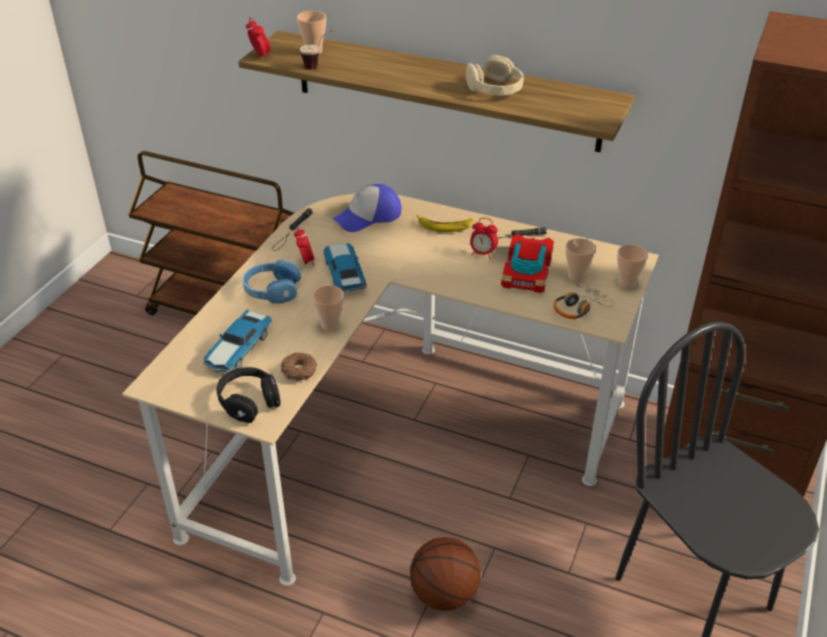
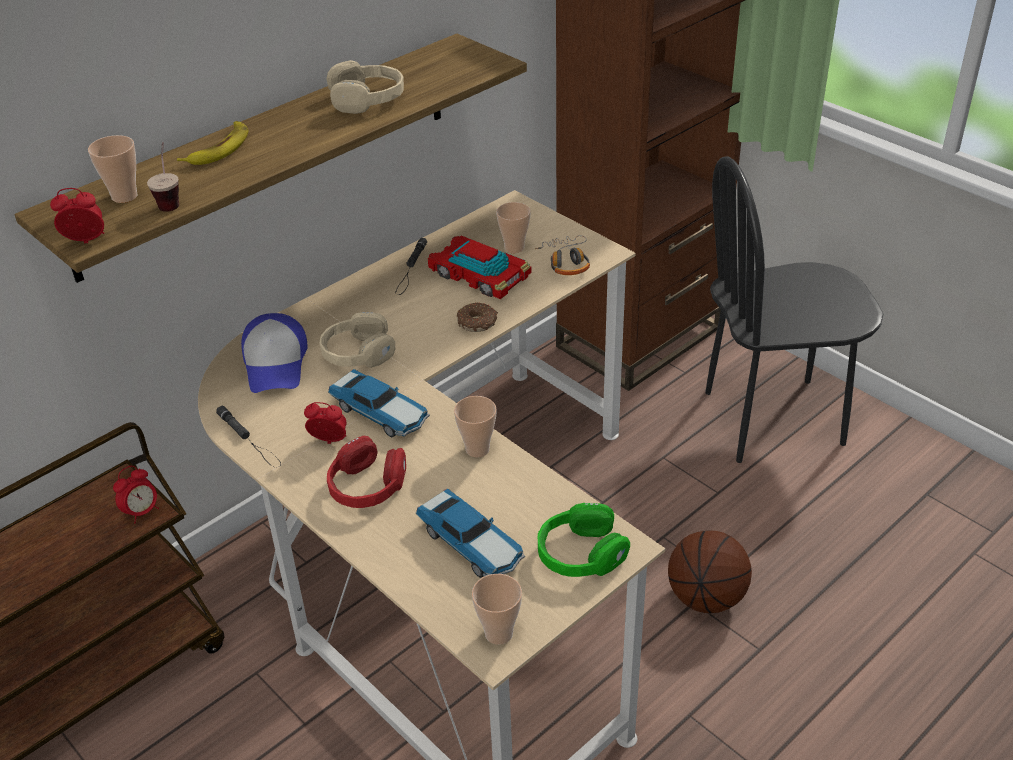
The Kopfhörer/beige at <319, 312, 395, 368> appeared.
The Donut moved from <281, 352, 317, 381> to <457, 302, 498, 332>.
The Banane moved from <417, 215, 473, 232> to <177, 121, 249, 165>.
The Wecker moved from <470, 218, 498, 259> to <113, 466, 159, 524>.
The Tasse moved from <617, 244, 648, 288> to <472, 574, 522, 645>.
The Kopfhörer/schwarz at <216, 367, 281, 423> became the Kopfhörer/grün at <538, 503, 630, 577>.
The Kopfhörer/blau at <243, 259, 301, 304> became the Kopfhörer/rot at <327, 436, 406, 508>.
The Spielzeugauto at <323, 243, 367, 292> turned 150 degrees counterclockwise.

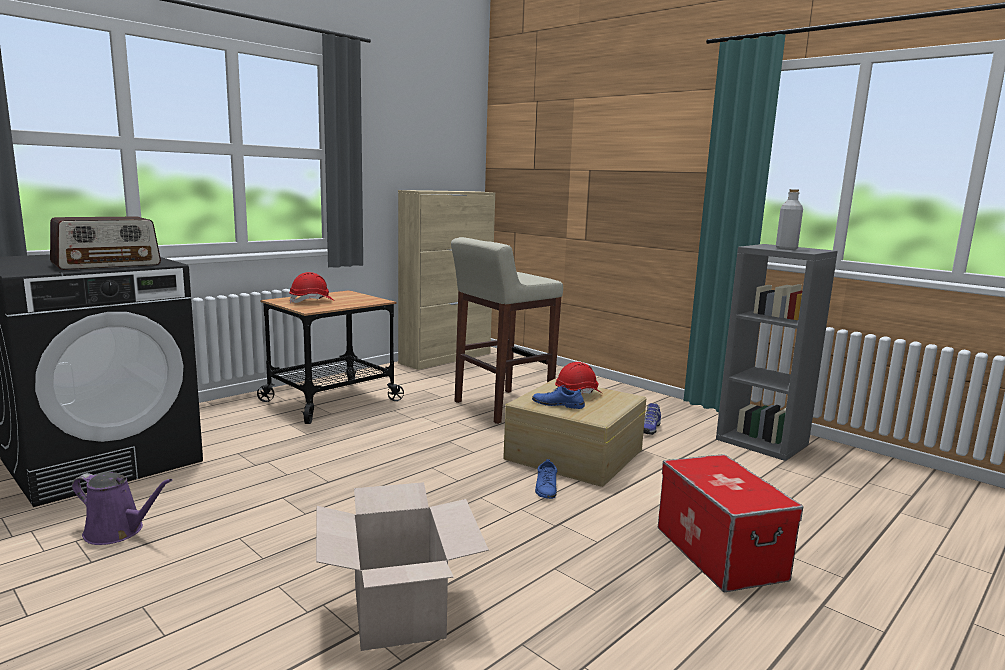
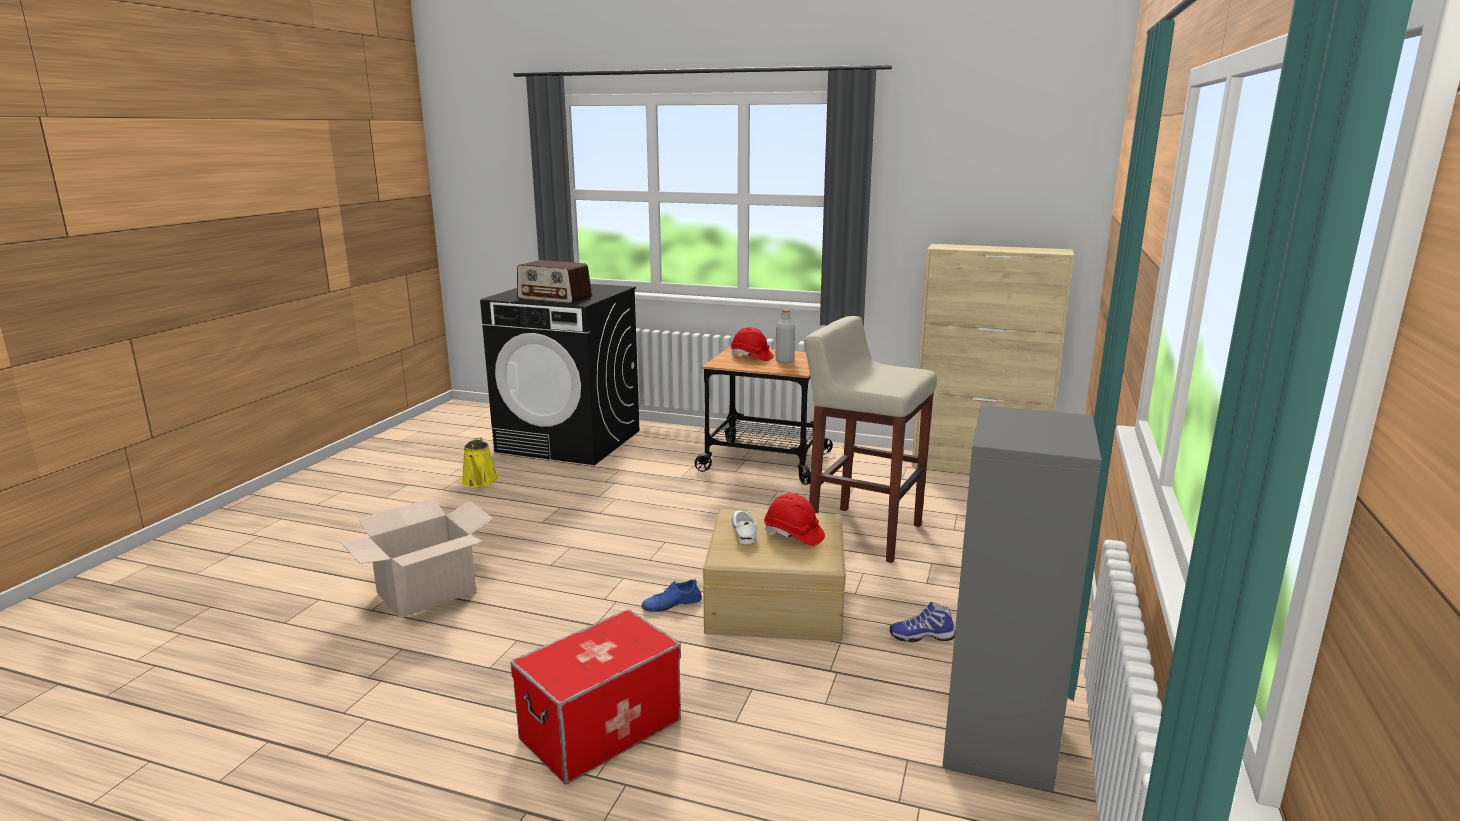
The Flasche/grau moved from <776, 189, 803, 250> to <775, 309, 795, 363>.
The Gießkanne/lila at <72, 472, 172, 545> became the Gießkanne/gelb at <461, 438, 499, 487>.
The Schuh/blau at <532, 385, 585, 409> became the Schuh/weiß at <732, 511, 757, 544>.

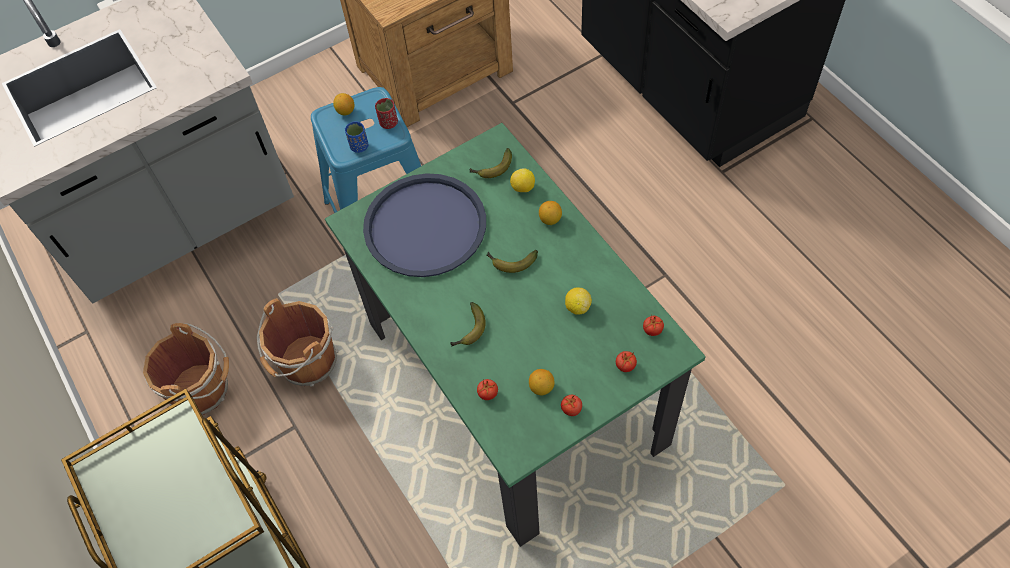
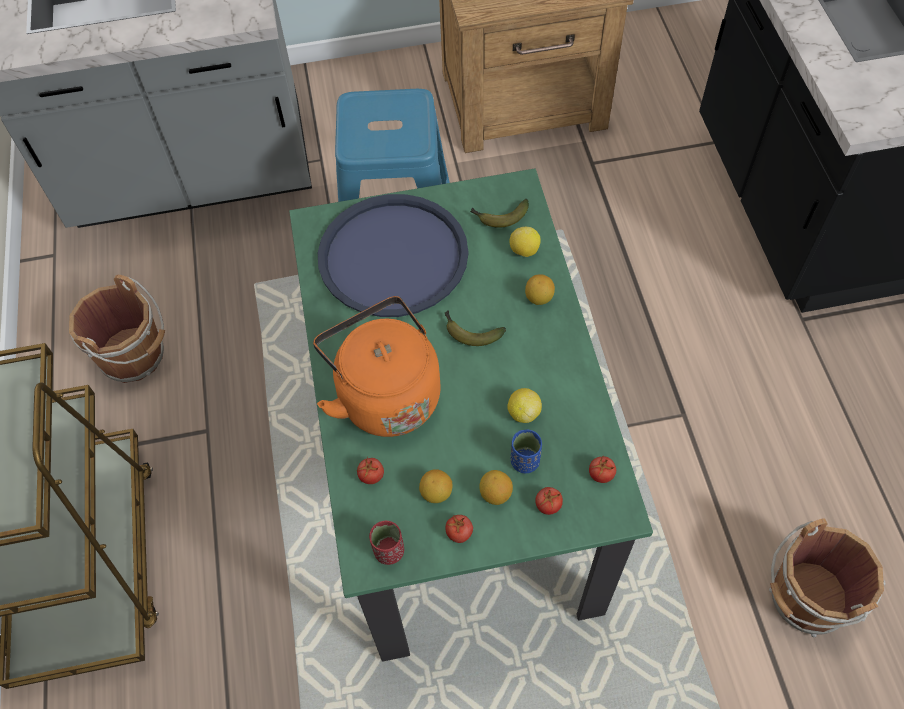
The Eimer/braun moved from <257, 298, 338, 387> to <769, 518, 886, 637>.
The Zitrone moved from <333, 93, 354, 115> to <479, 470, 513, 505>.
The Tasse/blau moved from <345, 121, 369, 153> to <511, 429, 542, 473>.
The Tasse/rot moved from <375, 98, 398, 129> to <369, 521, 404, 565>.
The Banane at <451, 302, 486, 347> was replaced by the Wasserkessel/orange at <313, 296, 441, 437>.

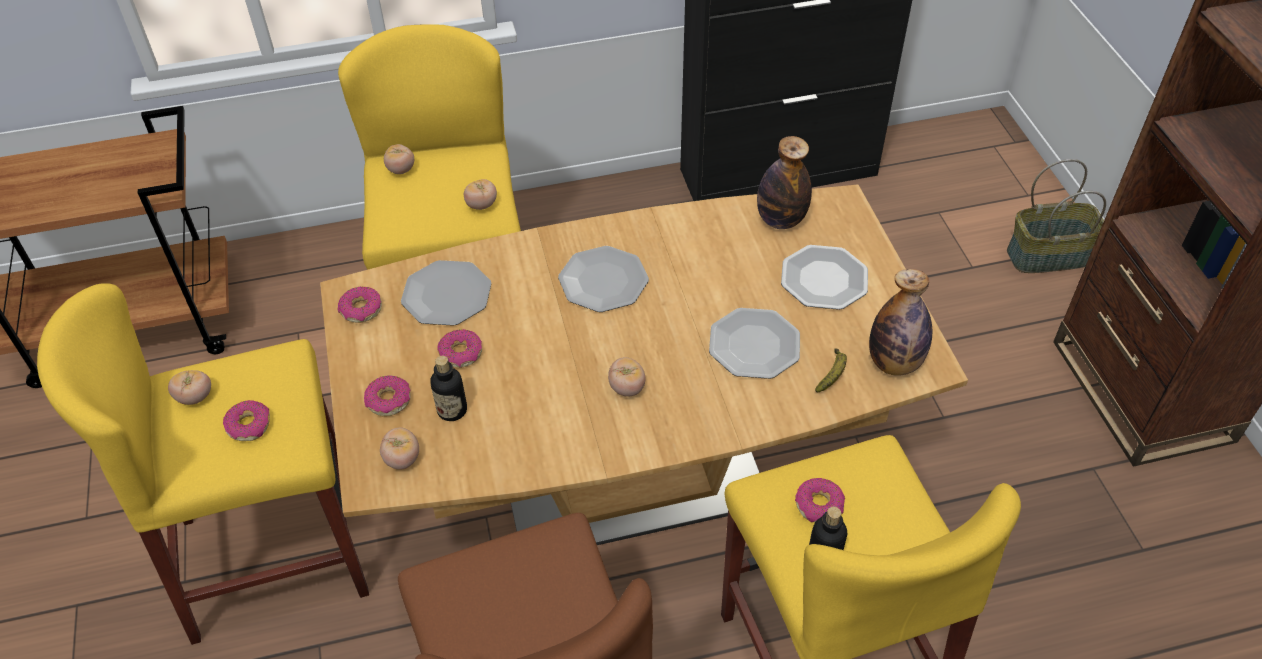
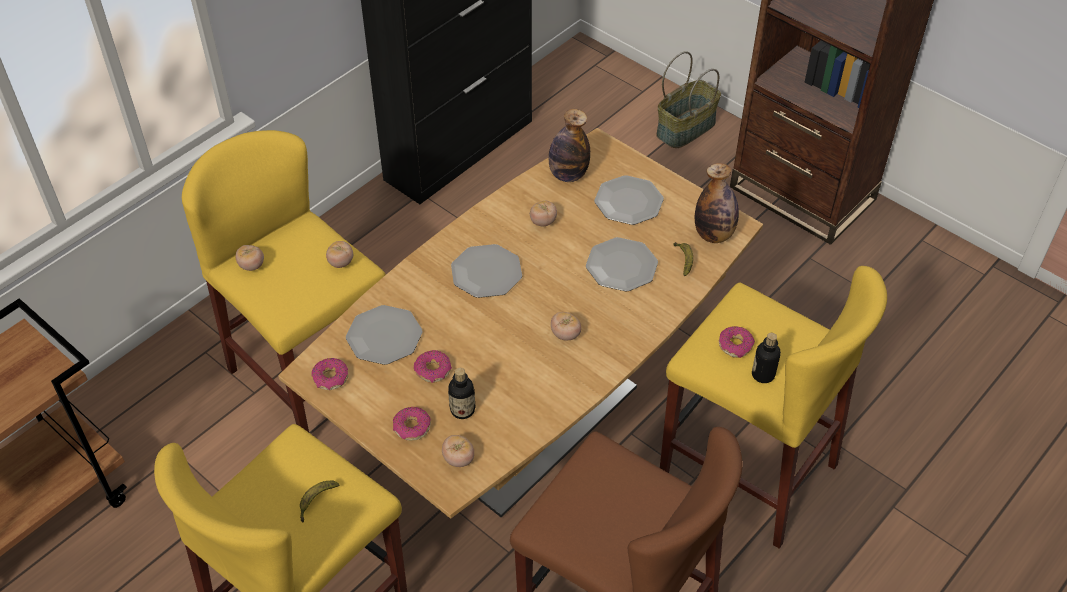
The Tomate moved from <168, 370, 211, 405> to <530, 201, 557, 226>.
The Donut at <223, 400, 270, 441> was replaced by the Banane at <300, 481, 339, 523>.

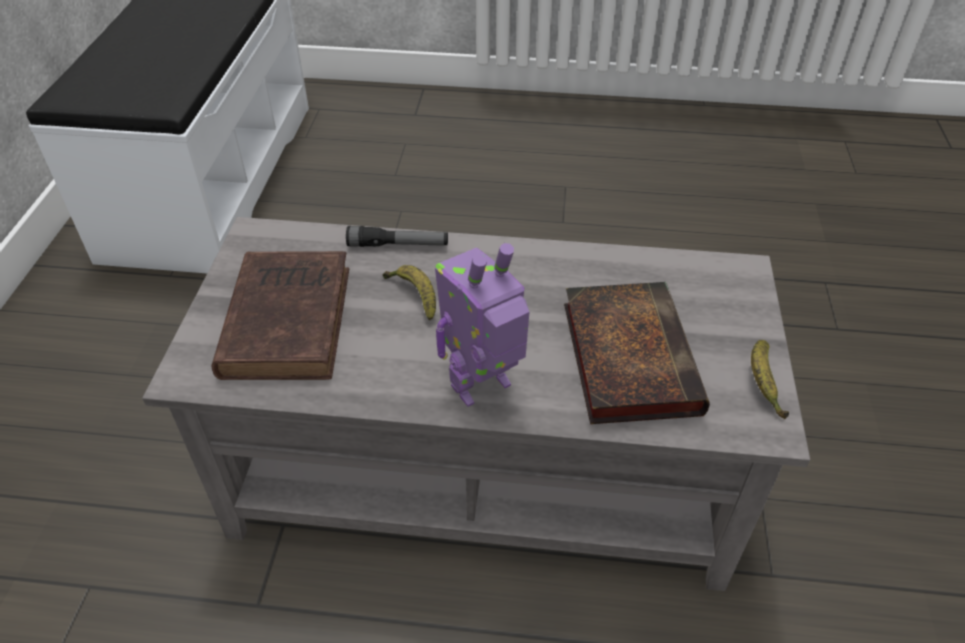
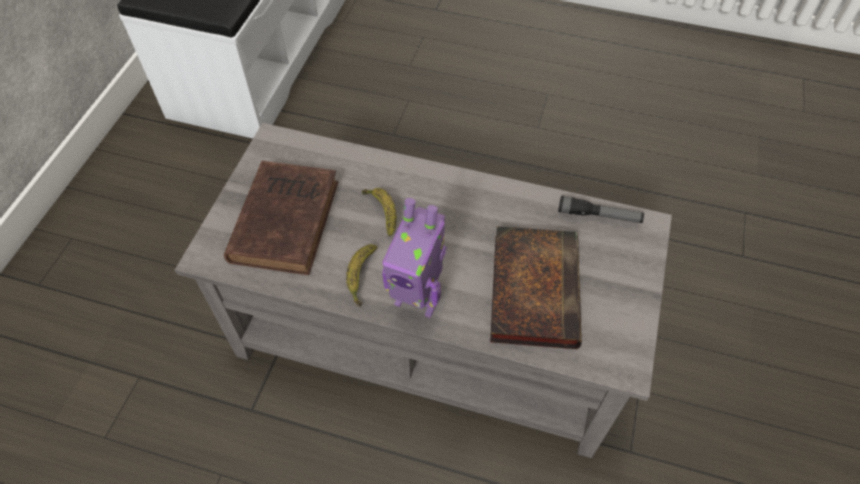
The Taschenlampe moved from <346, 226, 448, 247> to <558, 195, 644, 223>.
The Banane moved from <751, 340, 789, 419> to <346, 244, 377, 307>.
The Spielzeugroboter at <435, 243, 529, 406> turned 135 degrees counterclockwise.

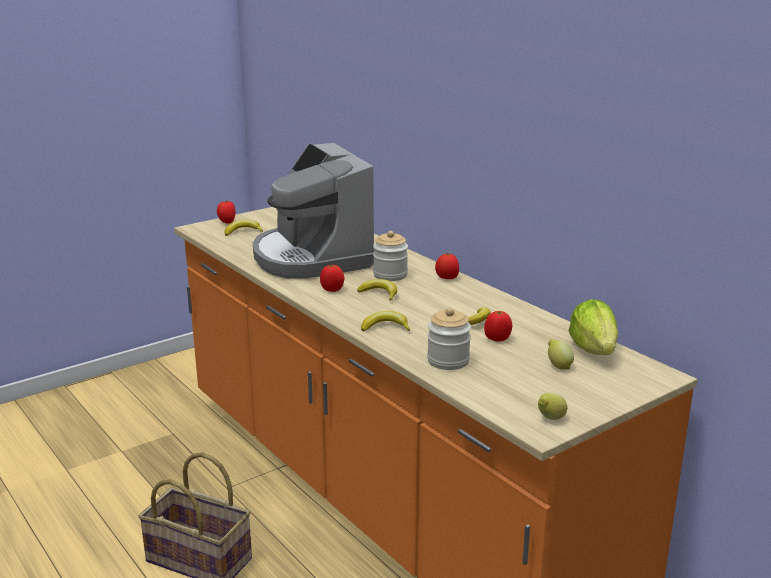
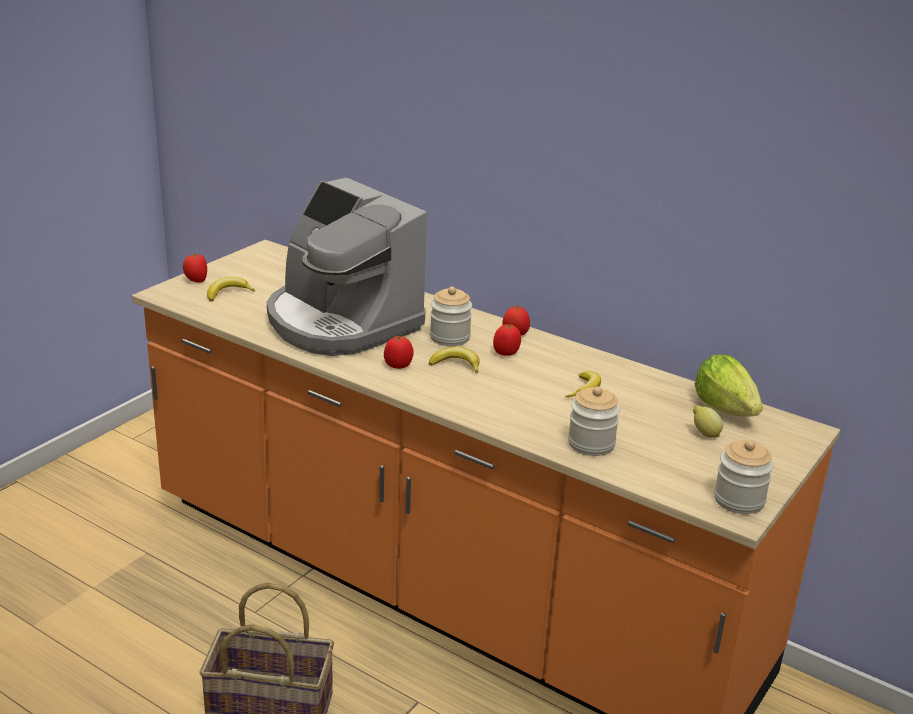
The Banane at <361, 311, 410, 331> disappeared.
The Tomate moved from <484, 311, 512, 342> to <493, 324, 521, 356>.
The Zitrone at <538, 392, 568, 420> was replaced by the Vorratsglas at <714, 440, 774, 514>.

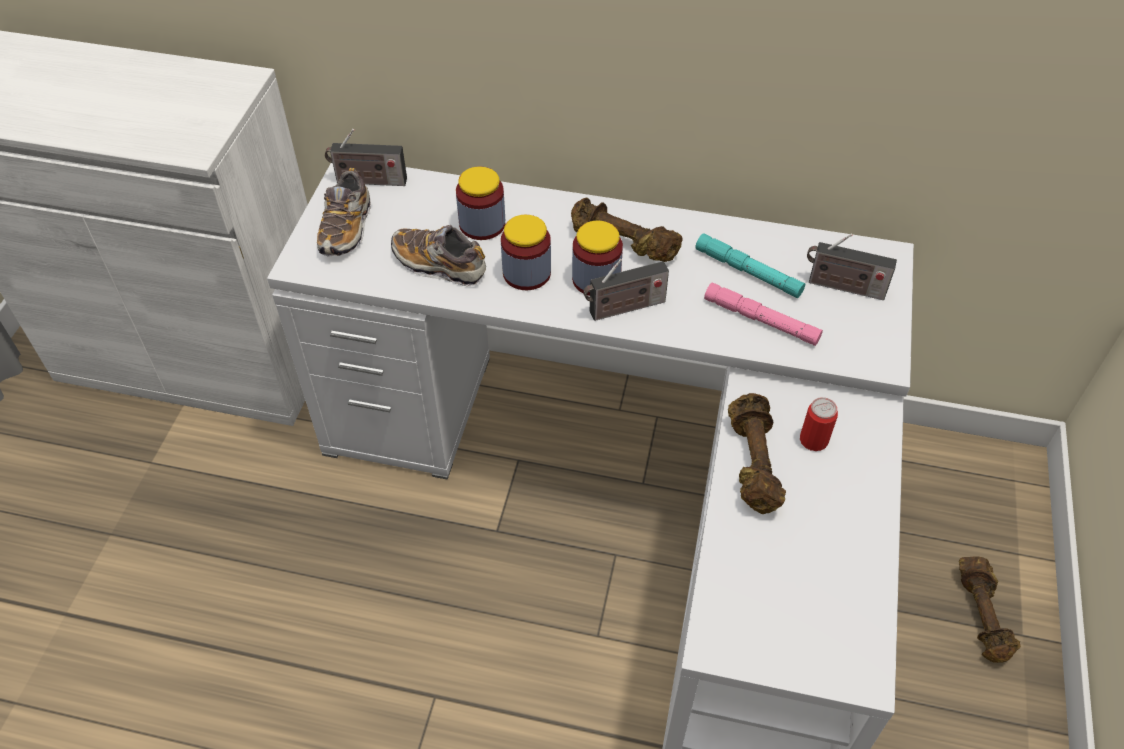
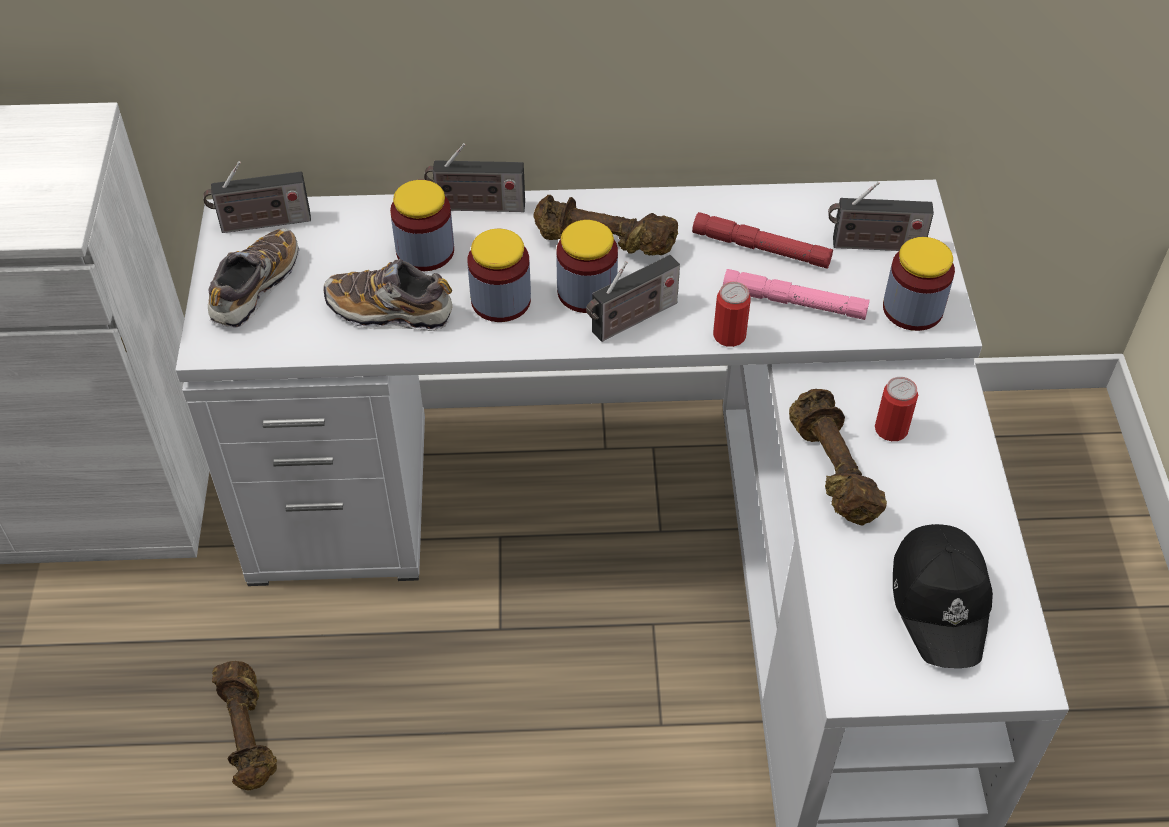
The Radio at <424, 143, 525, 212> appeared.
The Dose at <713, 282, 751, 347> appeared.
The Vorratsglas at <883, 237, 955, 331> appeared.
The Kappe/schwarz at <893, 524, 993, 668> appeared.
The Hantel/braun moved from <959, 556, 1021, 663> to <212, 661, 277, 790>.
The Taschenlampe/türkis at <695, 233, 805, 298> became the Taschenlampe/rot at <692, 212, 833, 269>.
The Schuh at <317, 168, 371, 257> turned 150 degrees counterclockwise.

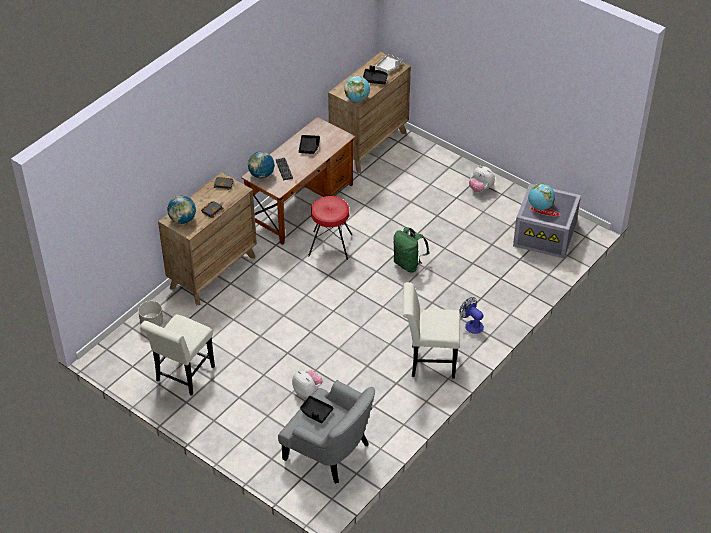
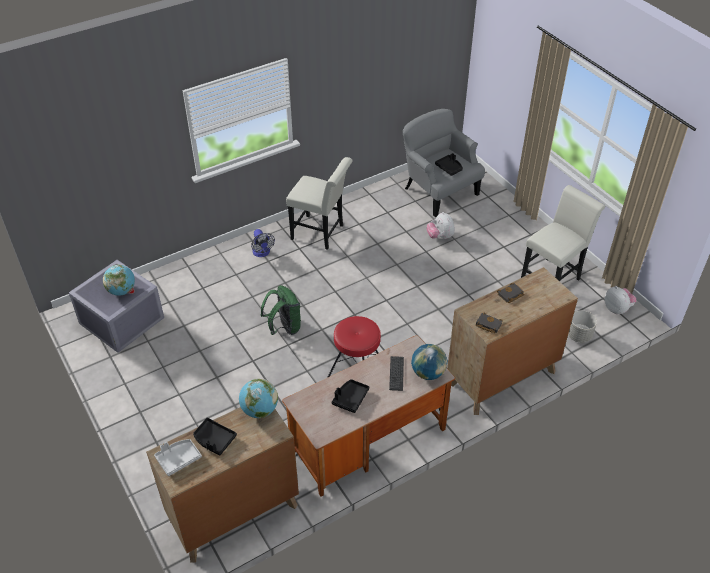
The Globus at <167, 195, 196, 224> disappeared.
The Plüschtier moved from <469, 166, 495, 192> to <605, 286, 636, 314>.

